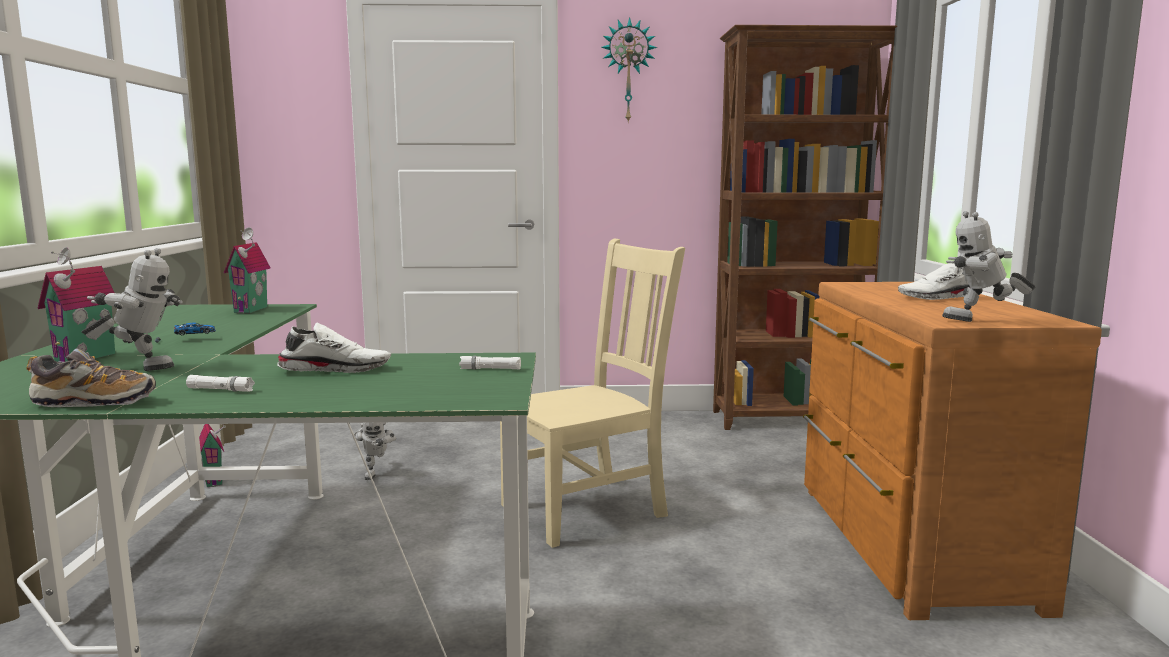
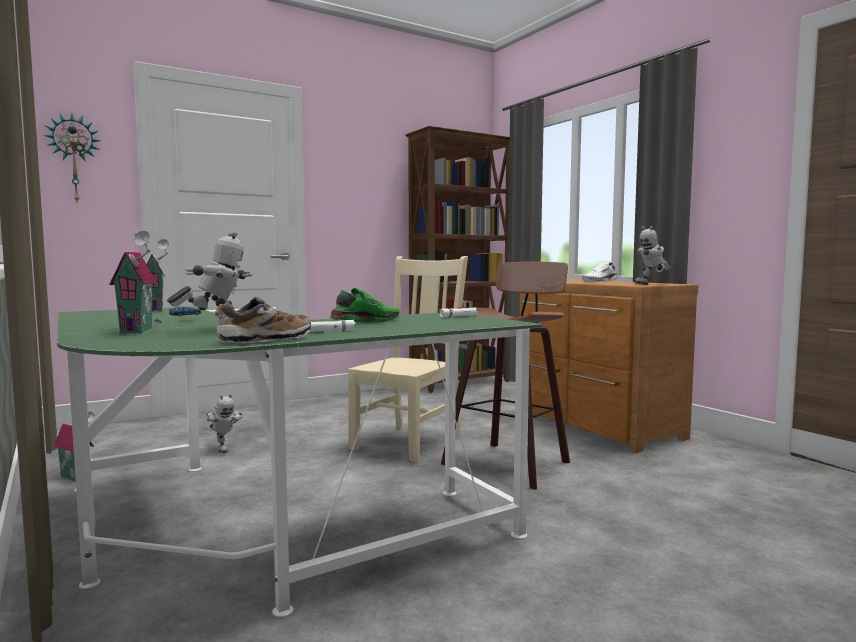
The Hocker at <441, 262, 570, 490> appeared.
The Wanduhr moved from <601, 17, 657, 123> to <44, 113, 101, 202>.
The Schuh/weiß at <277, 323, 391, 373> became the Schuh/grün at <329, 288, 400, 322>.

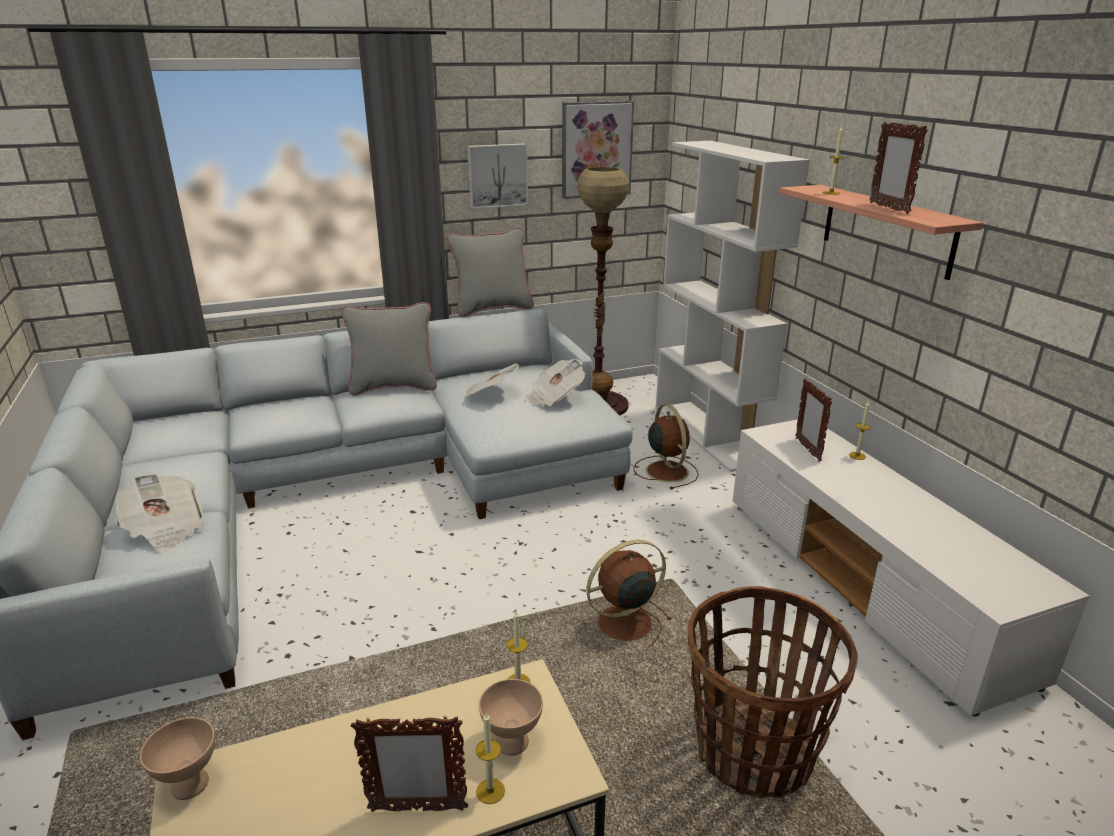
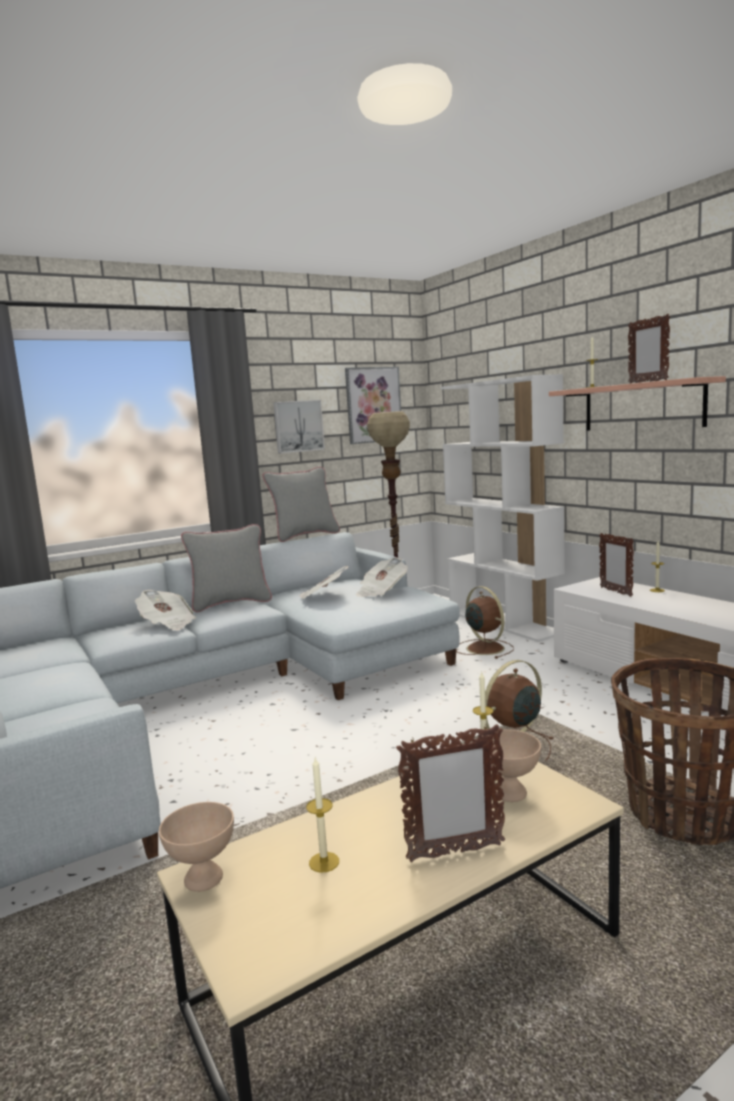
The Zeitung moved from <115, 473, 204, 551> to <135, 590, 196, 630>.
The Kerze moved from <476, 713, 505, 804> to <306, 758, 339, 873>.

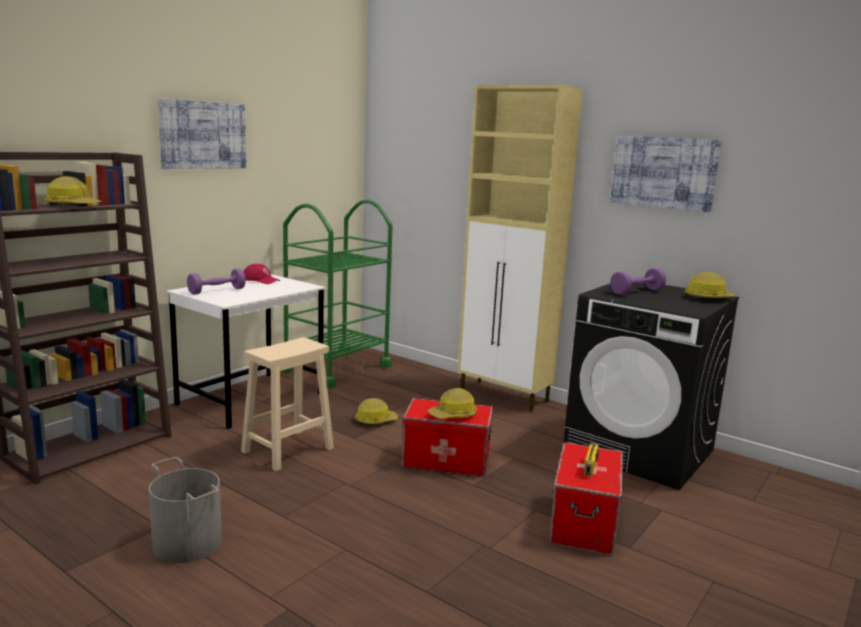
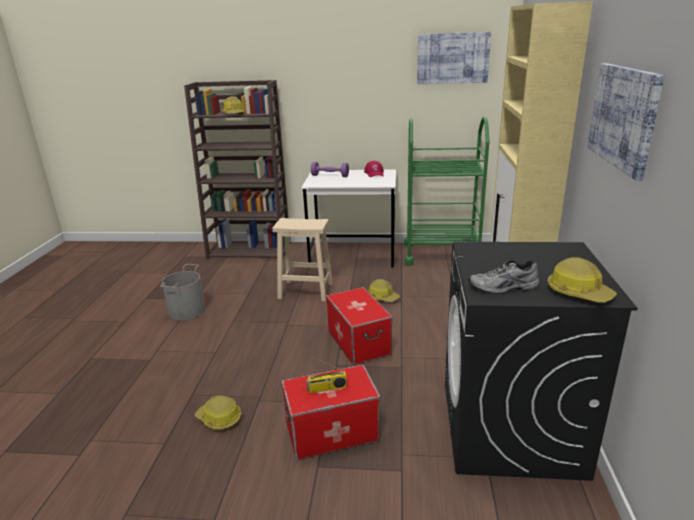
The Hantel/lila at <610, 268, 666, 295> disappeared.
The Schuh/grau at <468, 260, 539, 294> appeared.
The Bild moved from <158, 98, 246, 169> to <417, 32, 491, 84>.
The Schutzhelm moved from <428, 388, 477, 419> to <195, 395, 241, 430>.

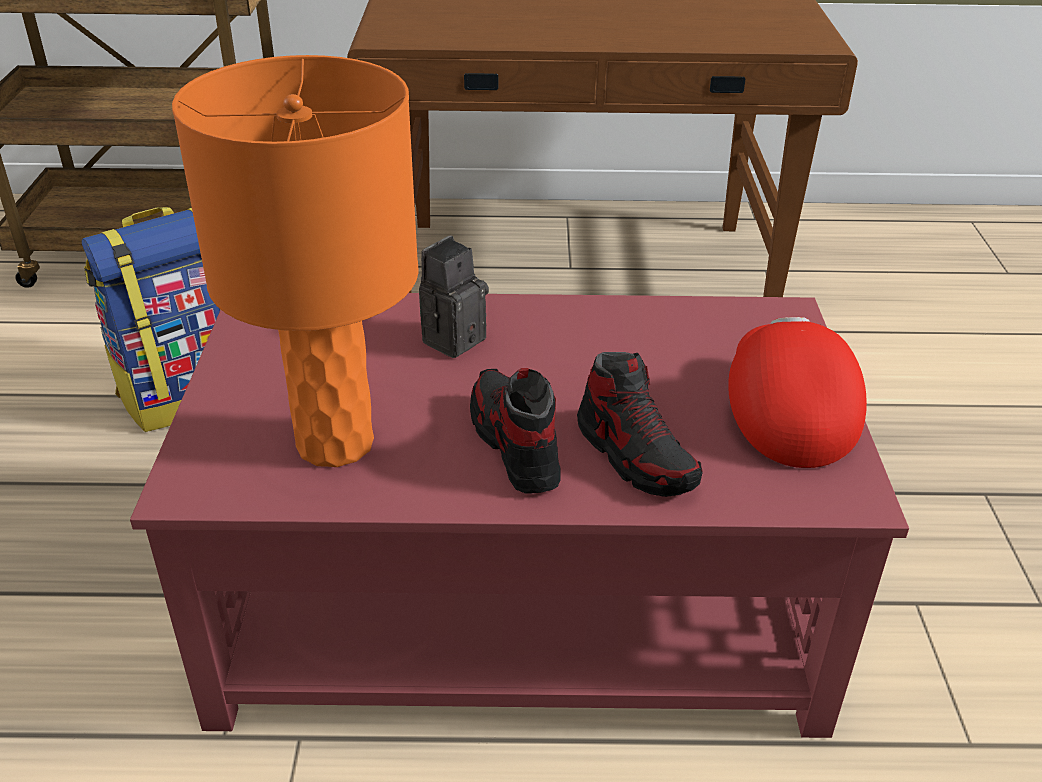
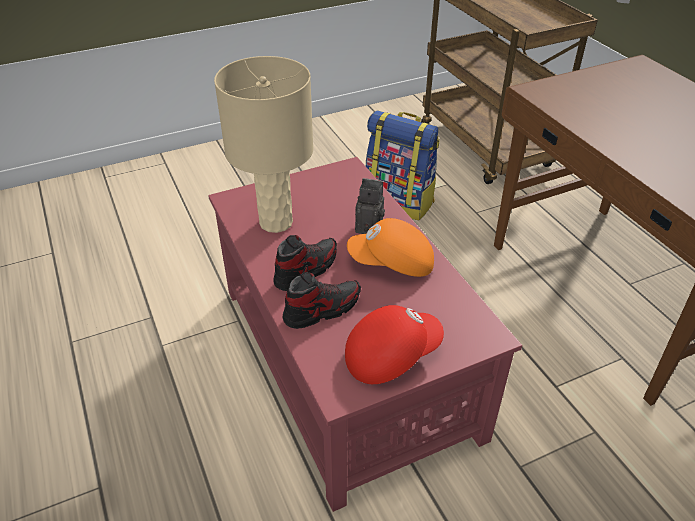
The Kappe/orange at <347, 218, 434, 277> appeared.
The Tischlampe/orange at <172, 55, 419, 467> became the Tischlampe/beige at <214, 56, 313, 233>.
The Schuh at <577, 352, 703, 497> turned 150 degrees counterclockwise.

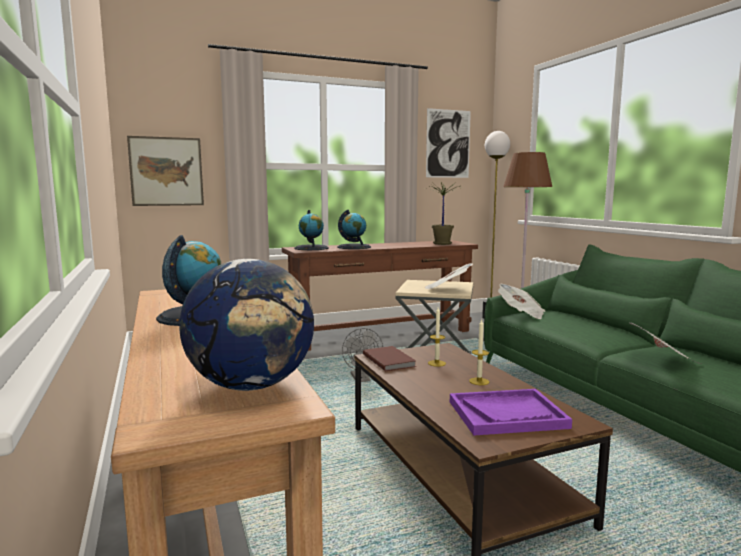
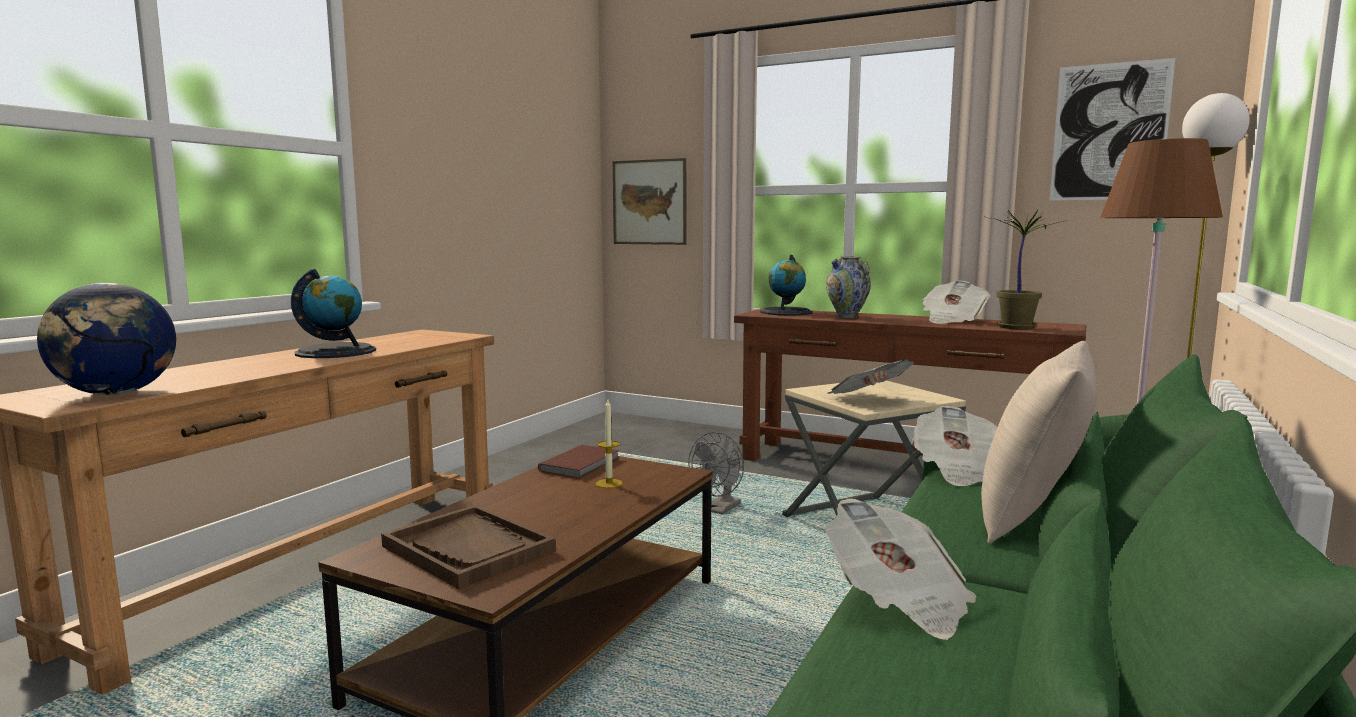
The Kerze at <469, 319, 489, 385> disappeared.
The Zeitung at <922, 281, 990, 324> appeared.
The Kissen/beige at <981, 341, 1097, 544> appeared.
The Globus at <337, 210, 371, 249> was replaced by the Vase at <826, 256, 871, 318>.
The Tablett/lila at <450, 389, 572, 435> became the Tablett/braun at <381, 505, 556, 589>.

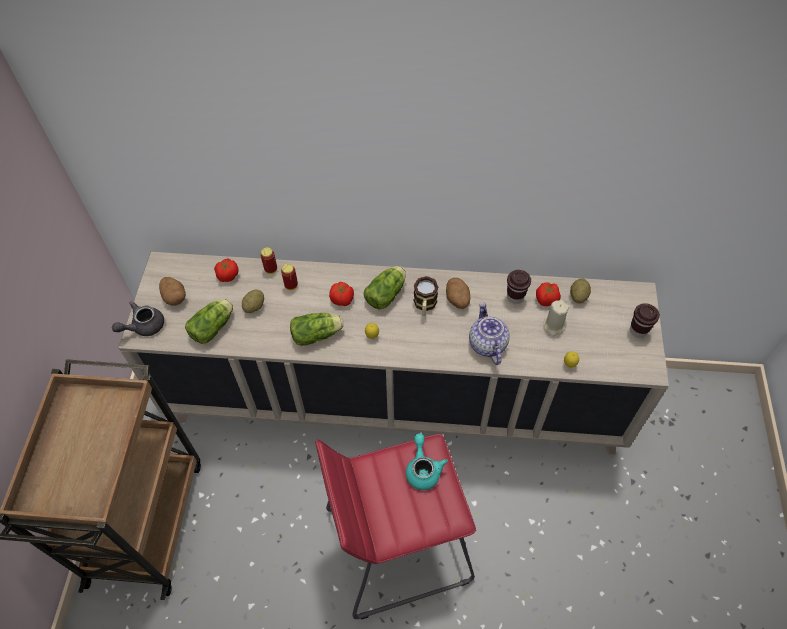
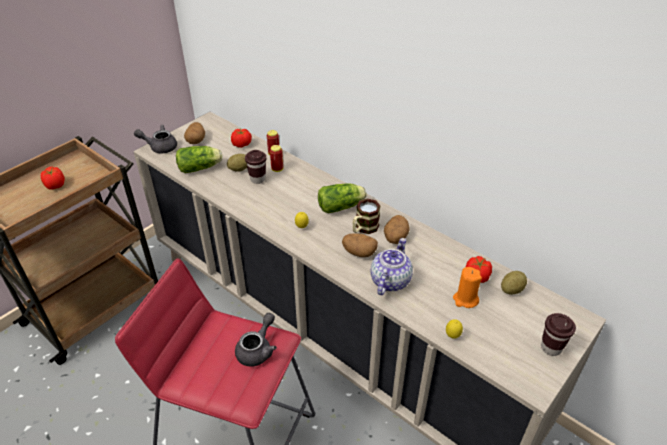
The Salatkopf at <290, 313, 344, 346> disappeared.
The Kartoffel at <342, 233, 378, 257> appeared.
The Tomate moved from <329, 282, 354, 306> to <41, 167, 65, 189>.
The Tasse/braun moved from <507, 270, 531, 304> to <245, 150, 266, 184>.
The Teekanne/türkis at <406, 433, 448, 490> became the Teekanne/grau at <235, 313, 277, 367>.
The Kerze/beige at <543, 300, 569, 336> became the Kerze/orange at <453, 267, 482, 308>.

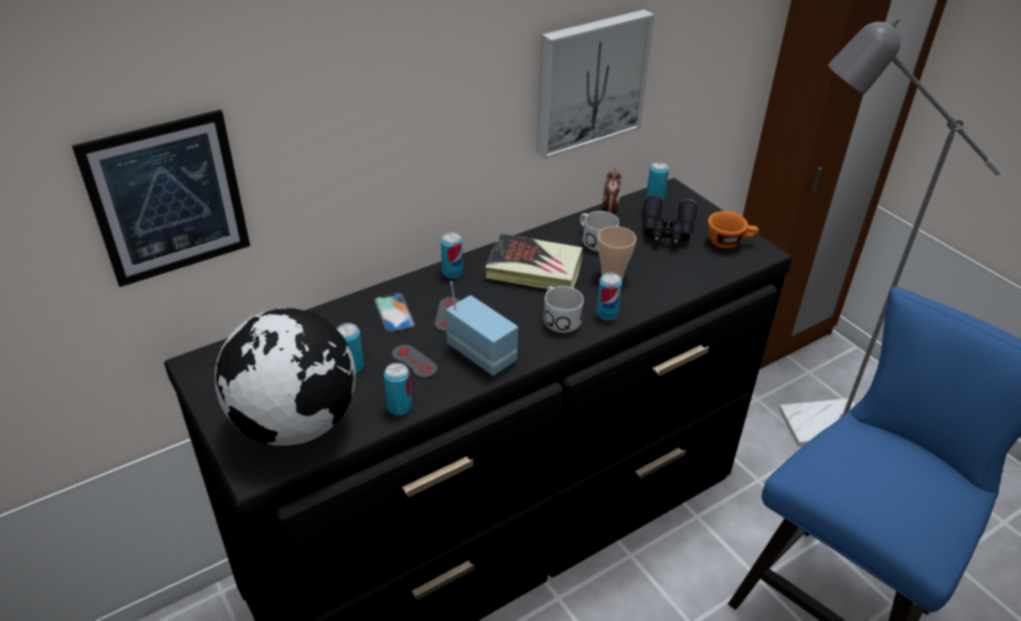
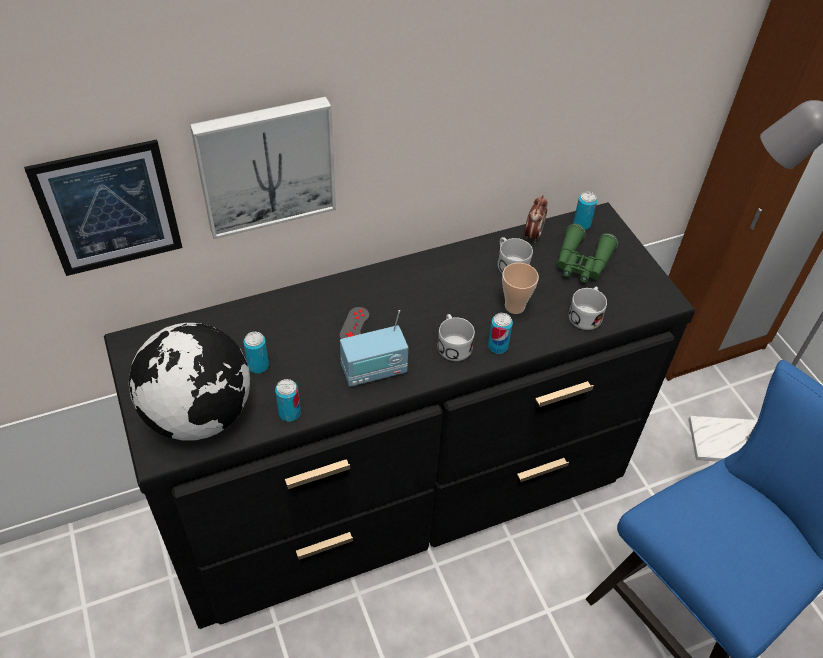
The Handy at <374, 293, 415, 332> disappeared.
The Gamepad/grau at <392, 345, 437, 378> disappeared.
The Dose at <441, 232, 463, 278> disappeared.
The Buch at <485, 233, 583, 289> disappeared.
The Tasse/orange at <708, 211, 758, 249> disappeared.
The Henkelbecher/weiß at <568, 287, 607, 330> appeared.
The Bild moved from <536, 9, 654, 159> to <190, 97, 336, 239>.
The Fernglas/schwarz at <643, 194, 698, 245> became the Fernglas/grün at <557, 224, 618, 282>.
The Radio at <446, 282, 518, 376> turned 105 degrees clockwise.

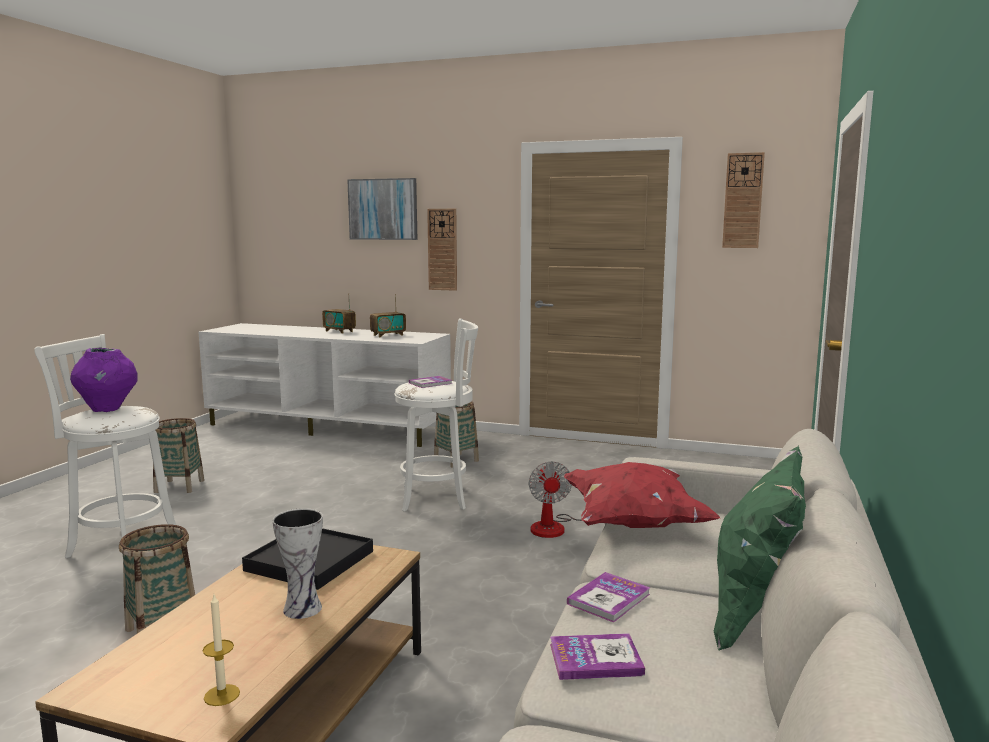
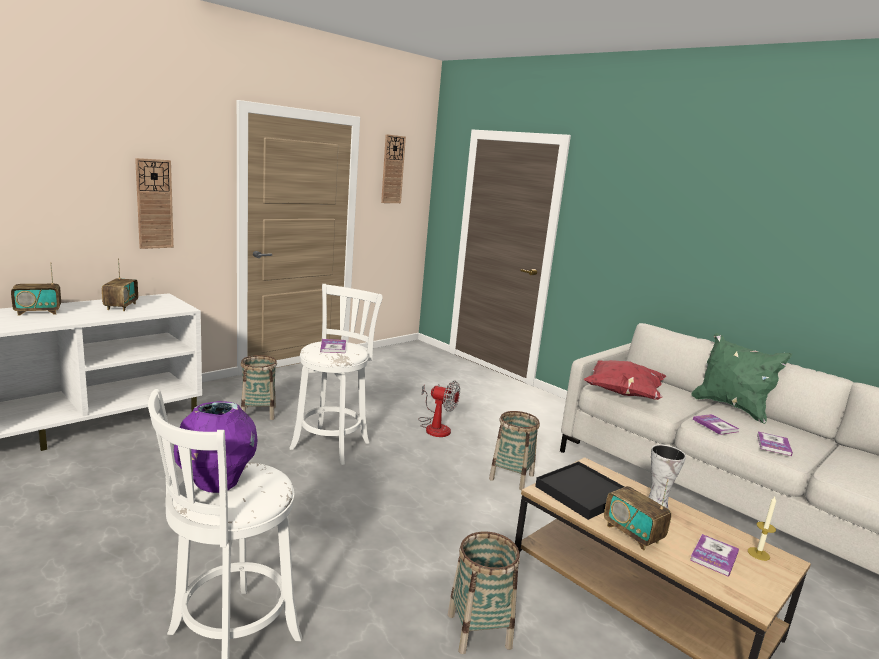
The Bild at <347, 178, 417, 240> disappeared.
The Radio at <604, 479, 671, 550> appeared.
The Buch at <690, 534, 739, 577> appeared.
The Korb moved from <153, 418, 204, 493> to <489, 411, 540, 490>.

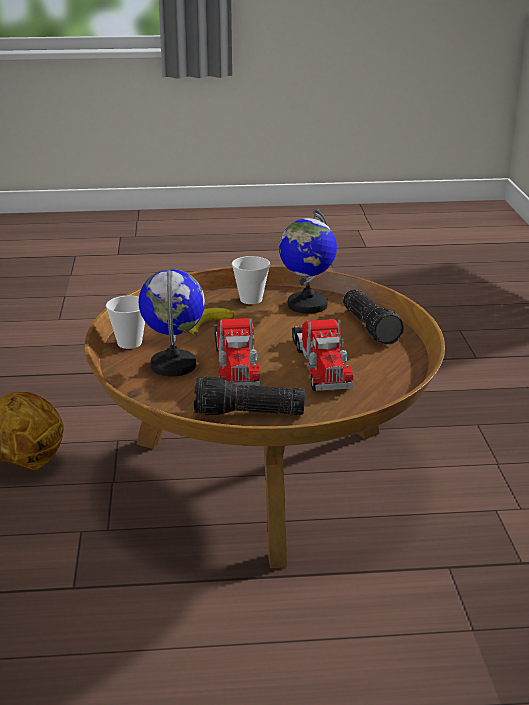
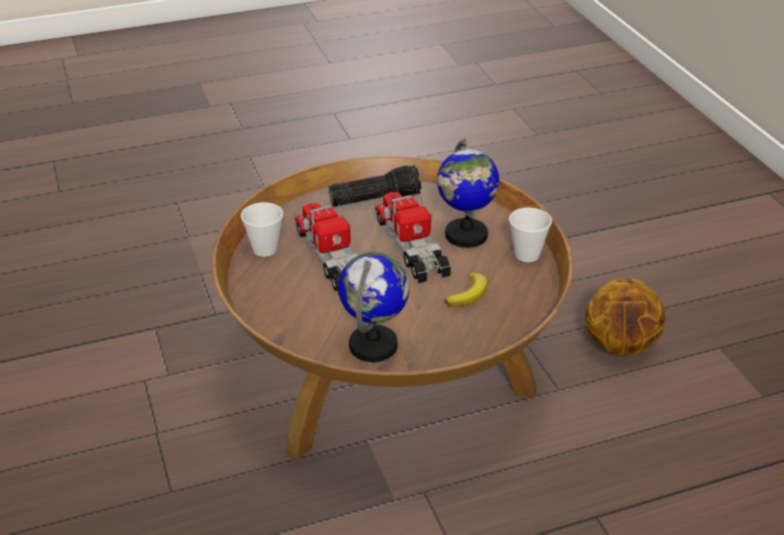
The Taschenlampe at <343, 290, 404, 344> disappeared.
The Tasse moved from <232, 256, 270, 304> to <241, 202, 283, 257>.

